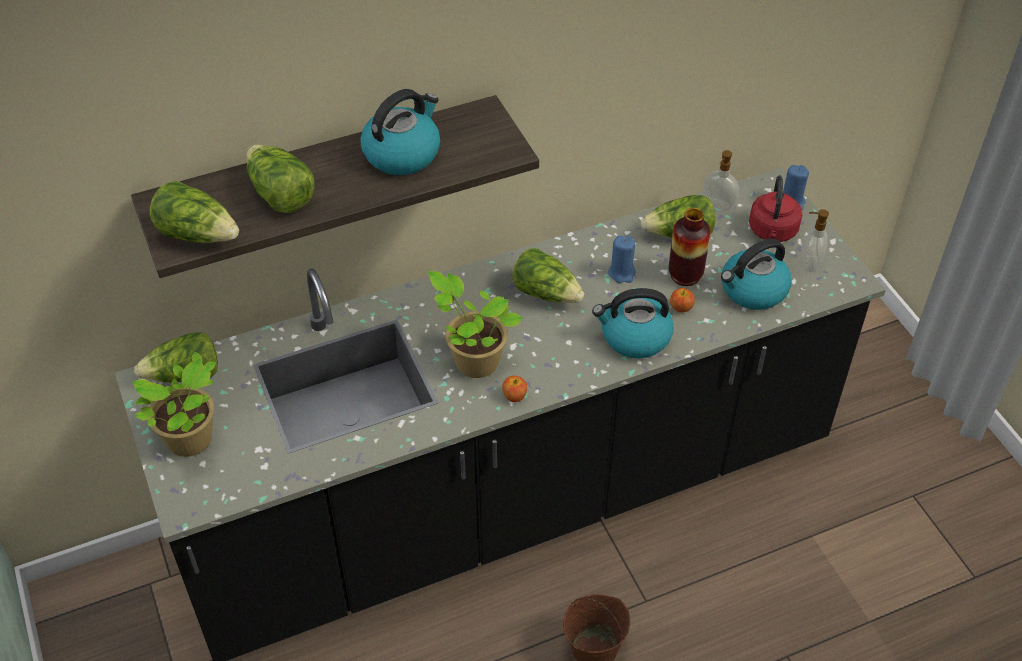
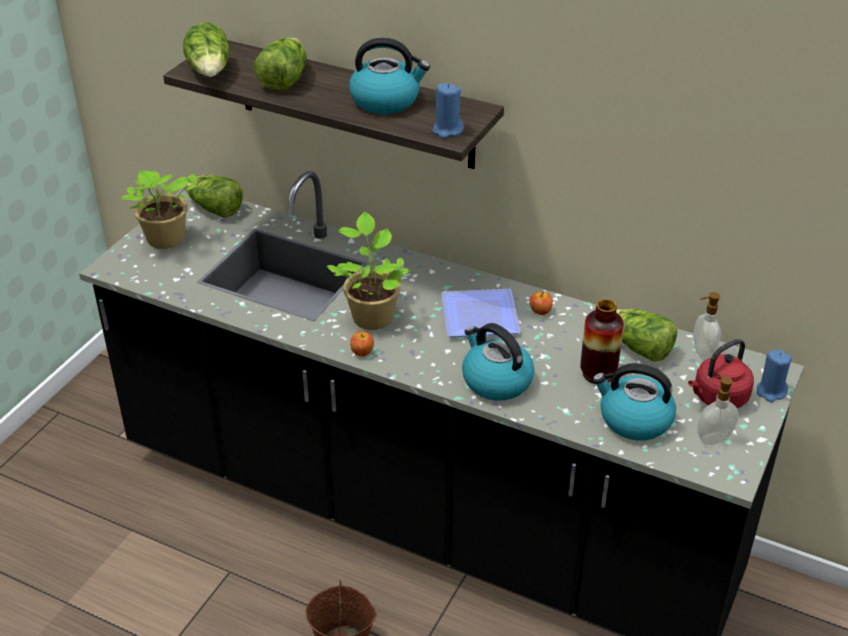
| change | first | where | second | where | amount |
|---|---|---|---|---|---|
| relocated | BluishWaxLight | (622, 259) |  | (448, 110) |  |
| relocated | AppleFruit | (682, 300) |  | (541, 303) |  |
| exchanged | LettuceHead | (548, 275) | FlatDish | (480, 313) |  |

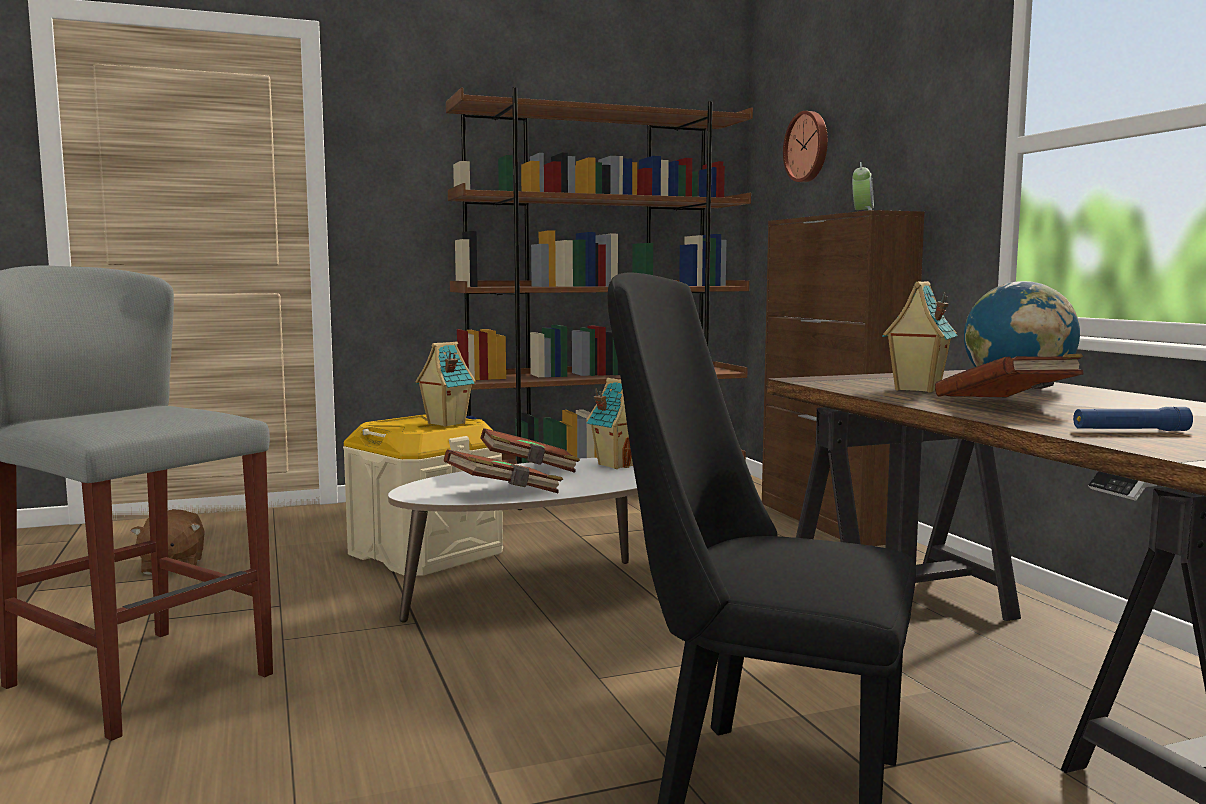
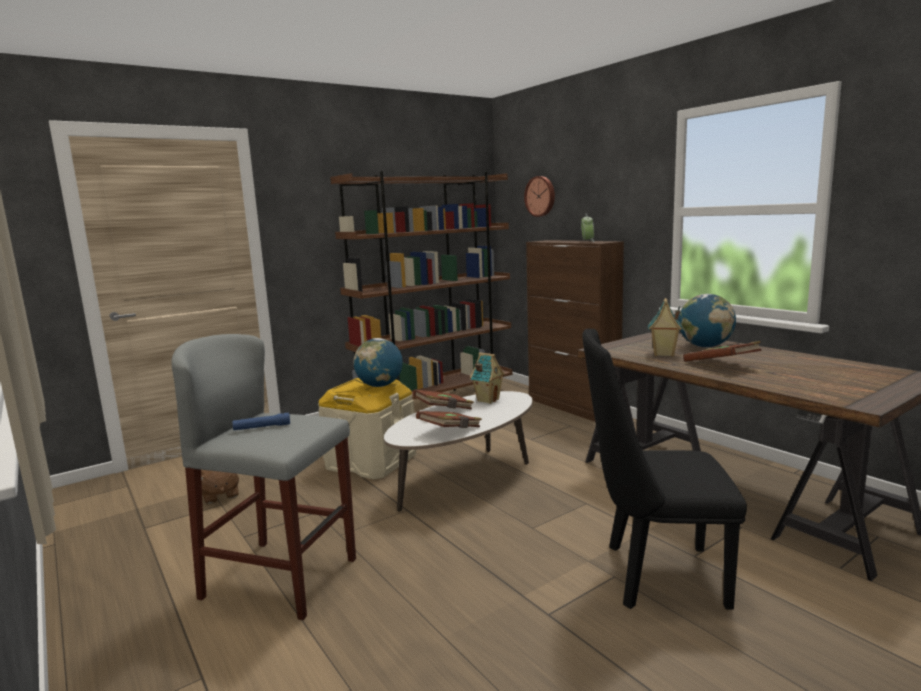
| change | first | where | second | where | amount |
|---|---|---|---|---|---|
| relocated | BluishHandTorch | (1133, 419) |  | (261, 421) |  |
| exchanged | MiniatureHouse | (445, 384) | Globe | (378, 362) |  |

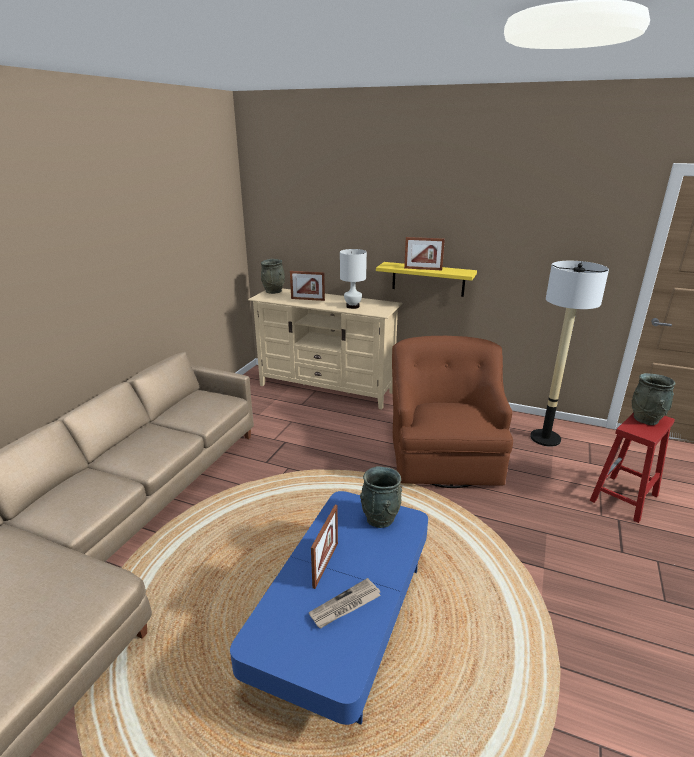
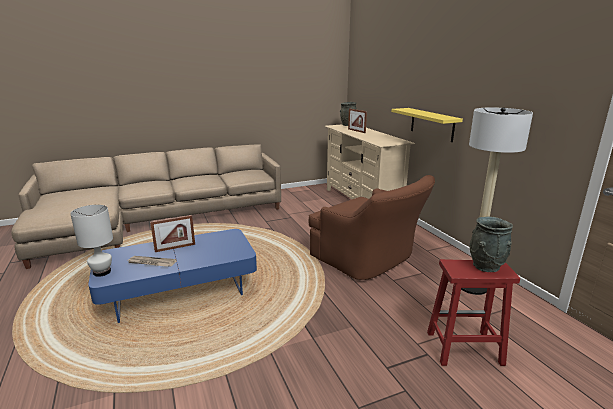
| change | first | where | second | where | amount |
|---|---|---|---|---|---|
| missing | GrayDecorativeVase | (381, 497) |  |  |  |
| missing | PhotoFrame | (424, 254) |  |  |  |
| relocated | WhiteTabletopLamp | (353, 279) |  | (91, 241) |  |
| spun | BrownishLoungeChair | (452, 412) |  | (372, 227) | 90 degrees clockwise |

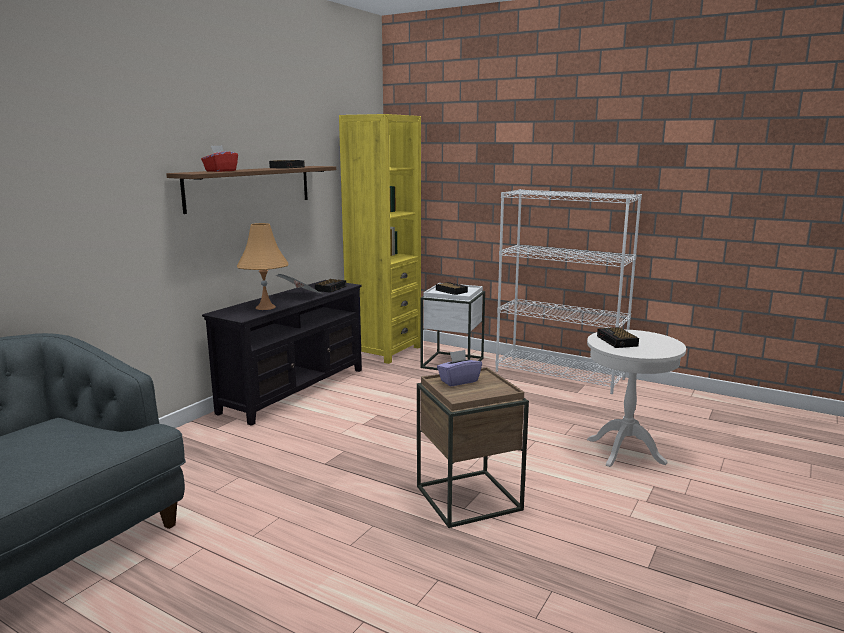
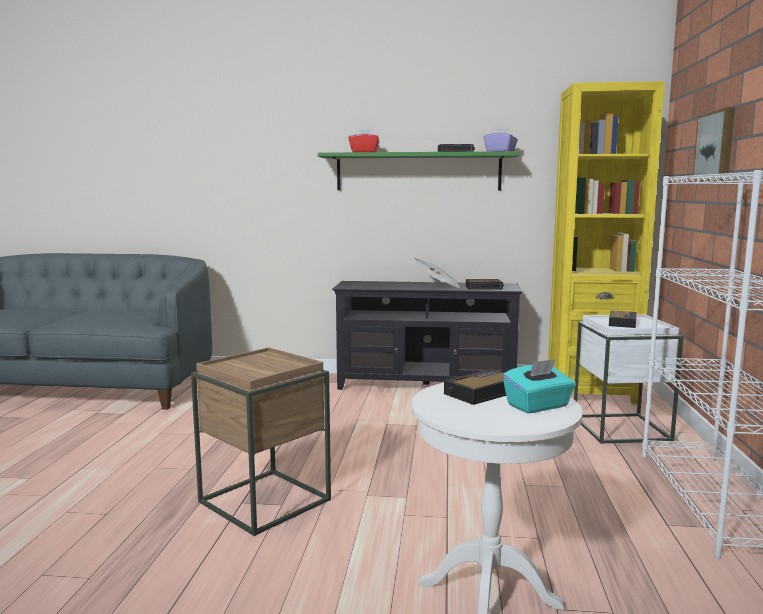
| change | first | where | second | where | amount |
|---|---|---|---|---|---|
| missing | OrangeColouredTabletopLamp | (263, 266) |  |  |  |
| appeared |  |  | BlueGreenBoxOfTissues | (539, 386) |  |
| appeared |  |  | WallPicture | (714, 144) |  |
| relocated | PurpleBoxOfTissues | (459, 368) |  | (501, 139) |  |
| colour | BrownishWallShelf | (251, 190) | GreenWallShelf | (419, 170) |  |

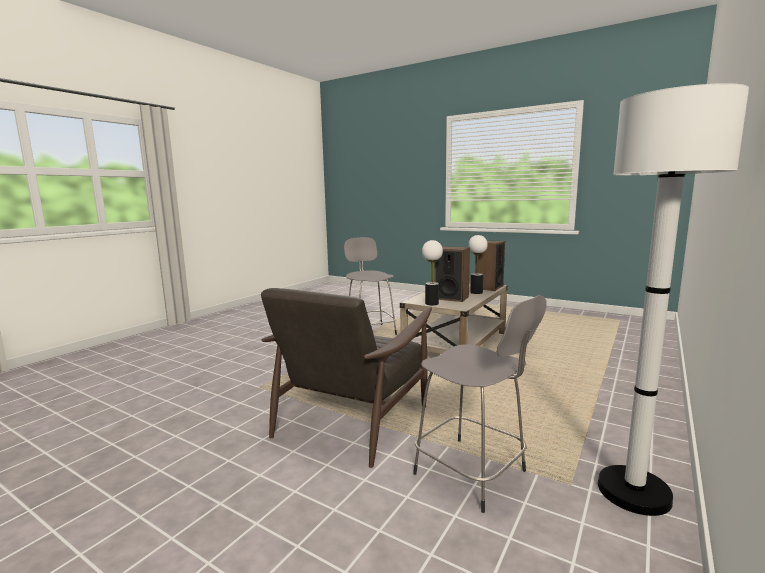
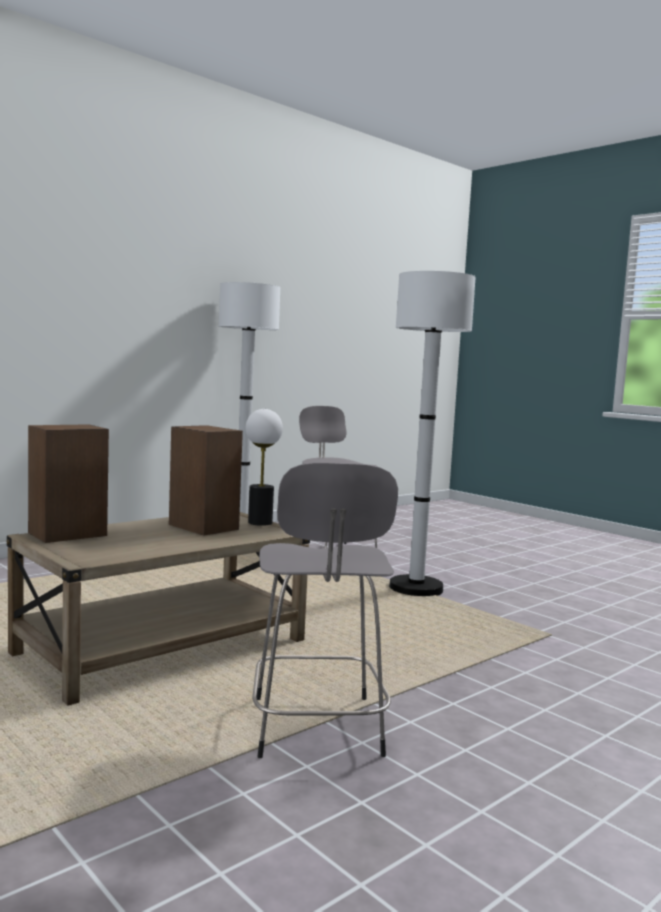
| change | first | where | second | where | amount |
|---|---|---|---|---|---|
| missing | TabletopLamp | (478, 264) |  |  |  |
| exchanged | BrownishLoungeChair | (346, 378) | WhiteStandingLamp | (432, 433) |  |

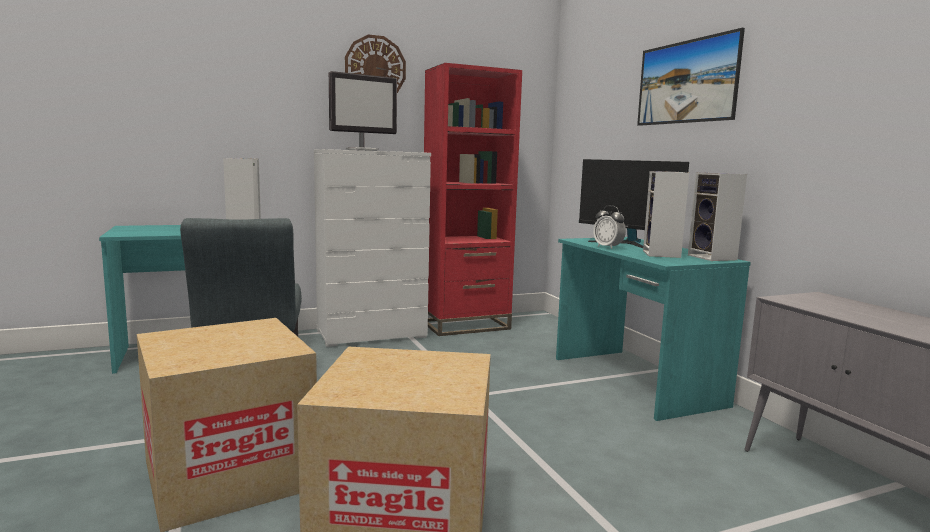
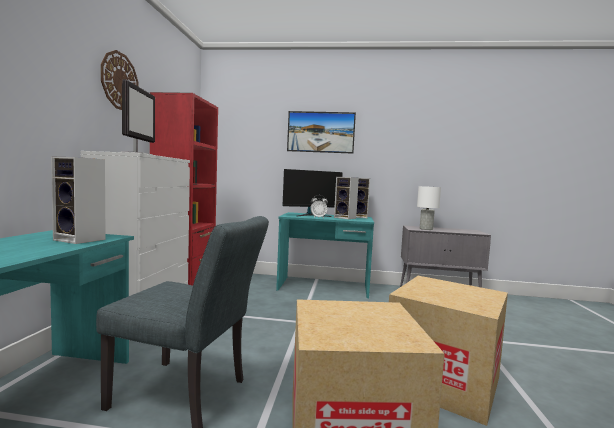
| change | first | where | second | where | amount |
|---|---|---|---|---|---|
| appeared |  |  | WhiteTabletopLamp | (429, 208) |  |

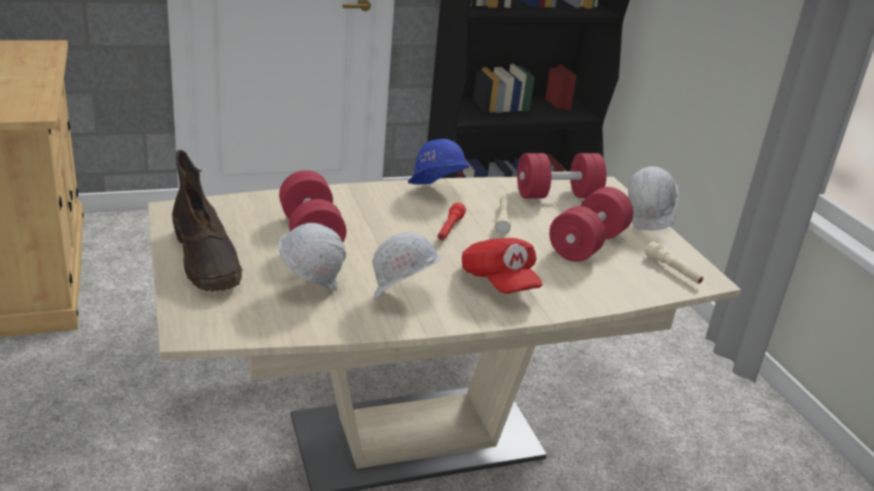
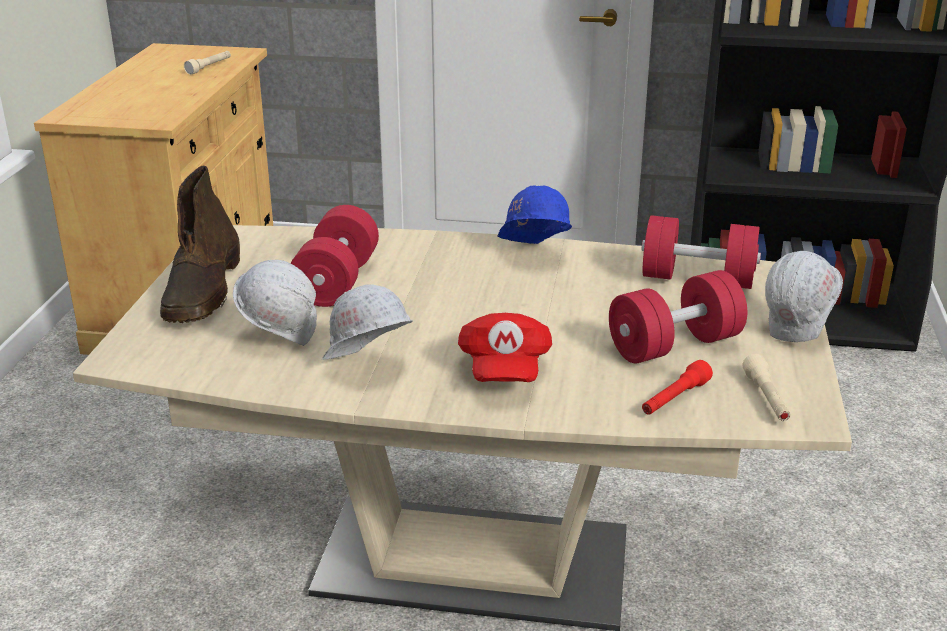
| change | first | where | second | where | amount |
|---|---|---|---|---|---|
| relocated | ReddishHandTorch | (452, 221) |  | (677, 387) |  |
| relocated | SandColouredHandTorch | (503, 215) |  | (207, 63) |  |

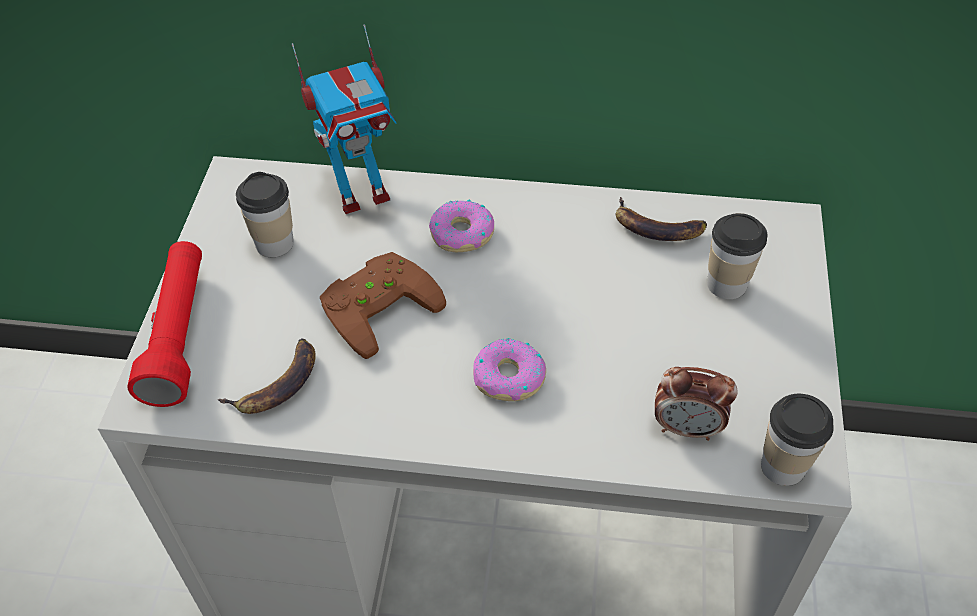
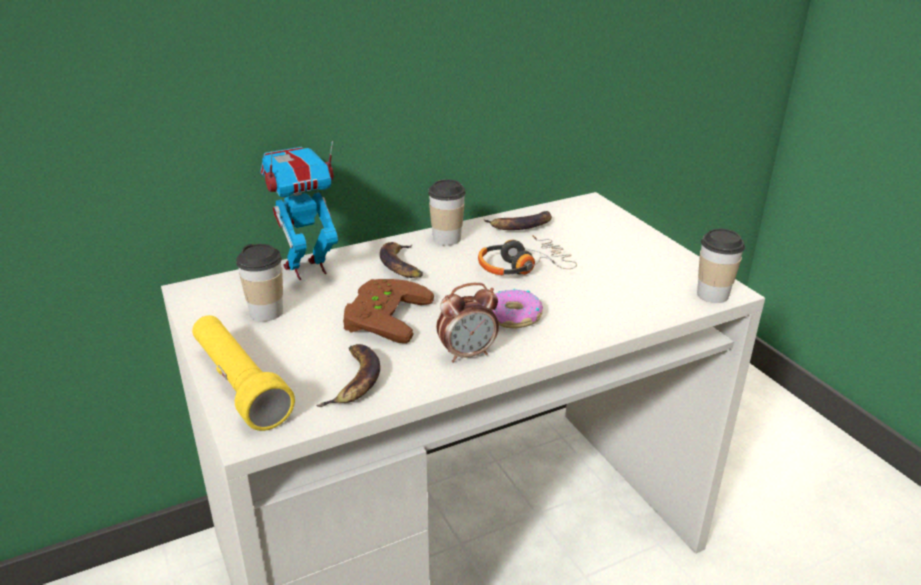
| change | first | where | second | where | amount |
|---|---|---|---|---|---|
| appeared |  |  | PairOfHeadphones | (527, 255) |  |
| relocated | AlarmClock | (696, 404) |  | (467, 323) |  |
| relocated | DrinkingCup | (737, 256) |  | (447, 212) |  |
| exchanged | Doughnut | (461, 226) | Banana | (401, 260) |  |
| colour | ReddishHandTorch | (165, 324) | YellowHandTorch | (243, 373) |  |
| spun | RobotFigure | (344, 119) |  | (299, 210) | 150 degrees counterclockwise |

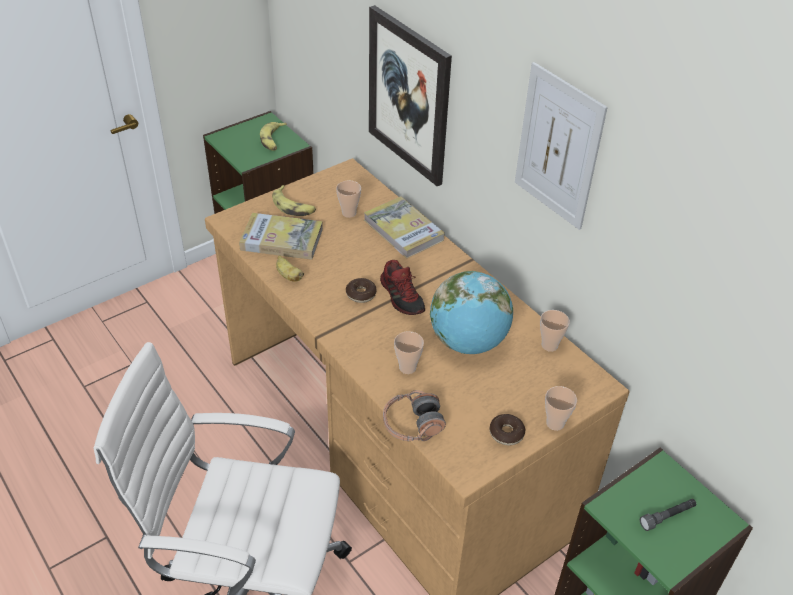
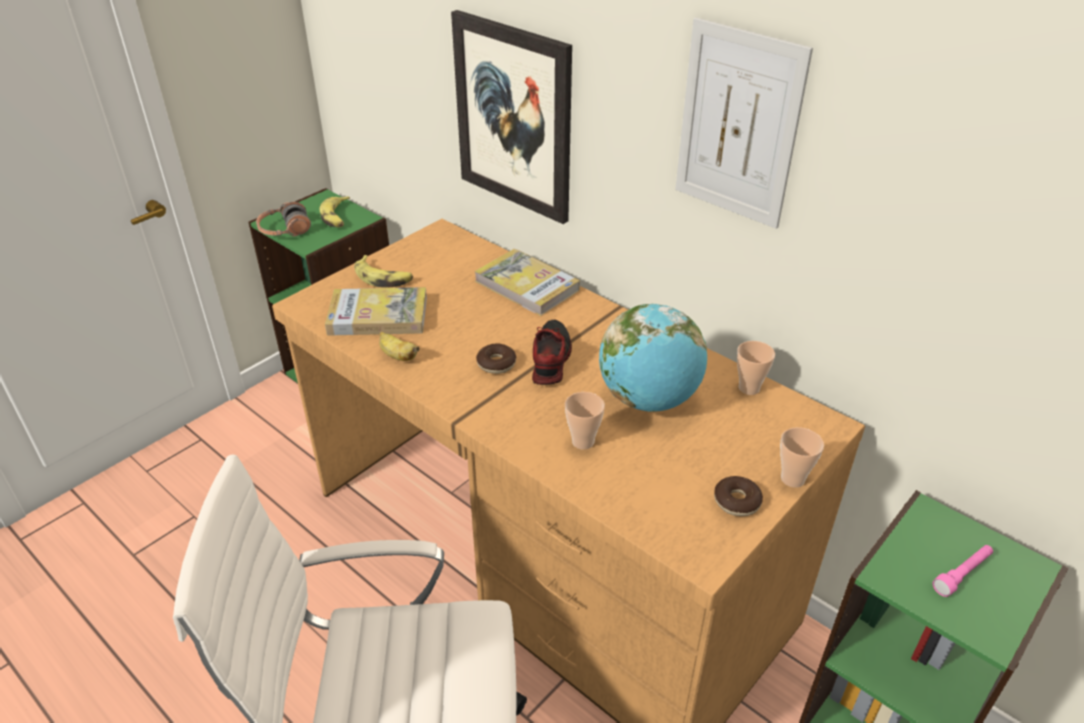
| change | first | where | second | where | amount |
|---|---|---|---|---|---|
| missing | DrinkingCup | (348, 199) |  |  |  |
| relocated | PairOfHeadphones | (414, 415) |  | (283, 219) |  |
| colour | GrayHandTorch | (668, 515) | PinkishHandTorch | (963, 571) |  |
| spun | LowShoe | (402, 287) |  | (552, 352) | 135 degrees counterclockwise |

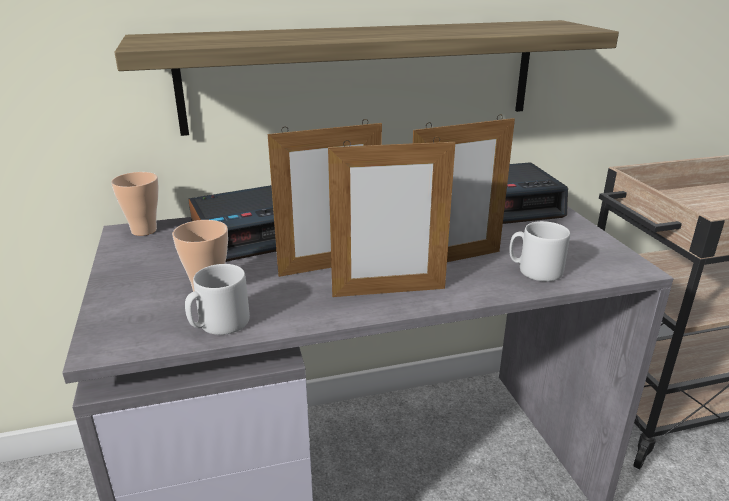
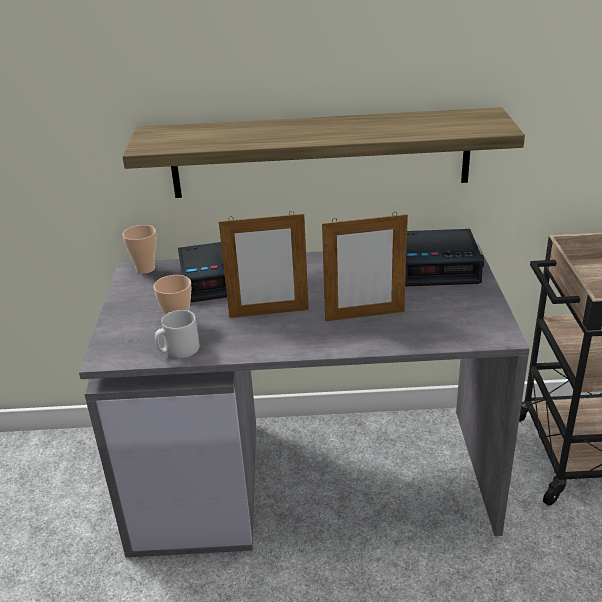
| change | first | where | second | where | amount |
|---|---|---|---|---|---|
| missing | PhotoFrame | (391, 216) |  |  |  |
| missing | GrayTeaMug | (539, 251) |  |  |  |

